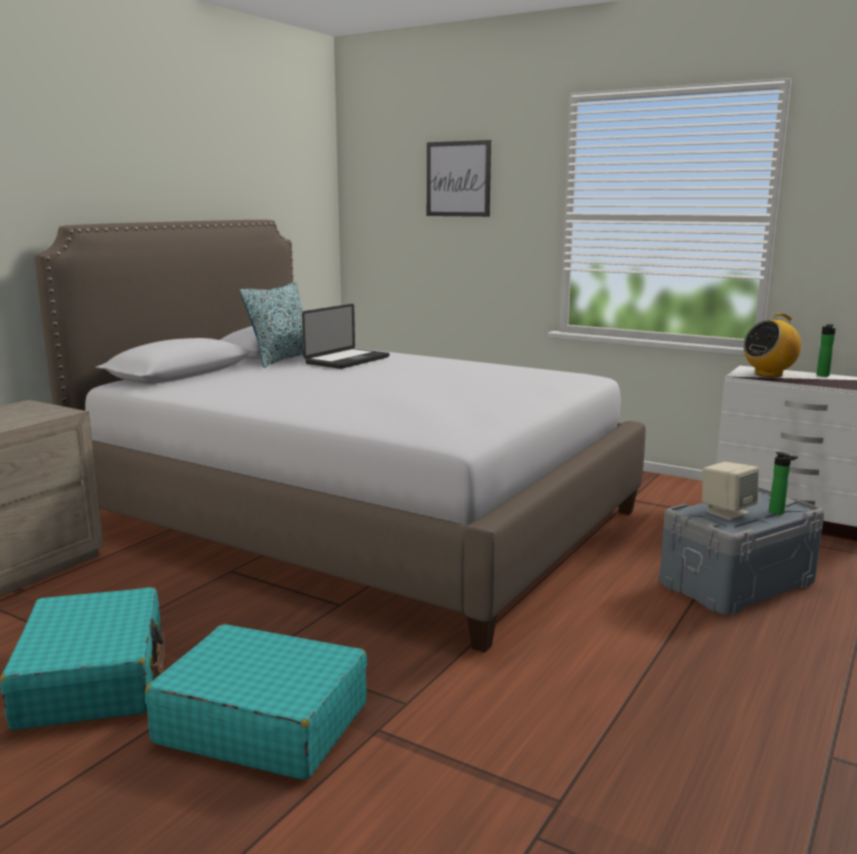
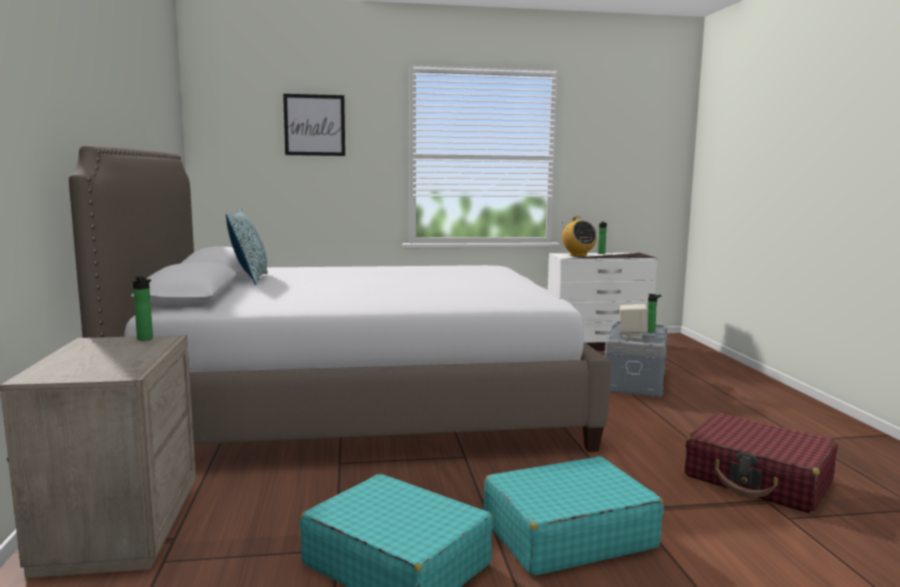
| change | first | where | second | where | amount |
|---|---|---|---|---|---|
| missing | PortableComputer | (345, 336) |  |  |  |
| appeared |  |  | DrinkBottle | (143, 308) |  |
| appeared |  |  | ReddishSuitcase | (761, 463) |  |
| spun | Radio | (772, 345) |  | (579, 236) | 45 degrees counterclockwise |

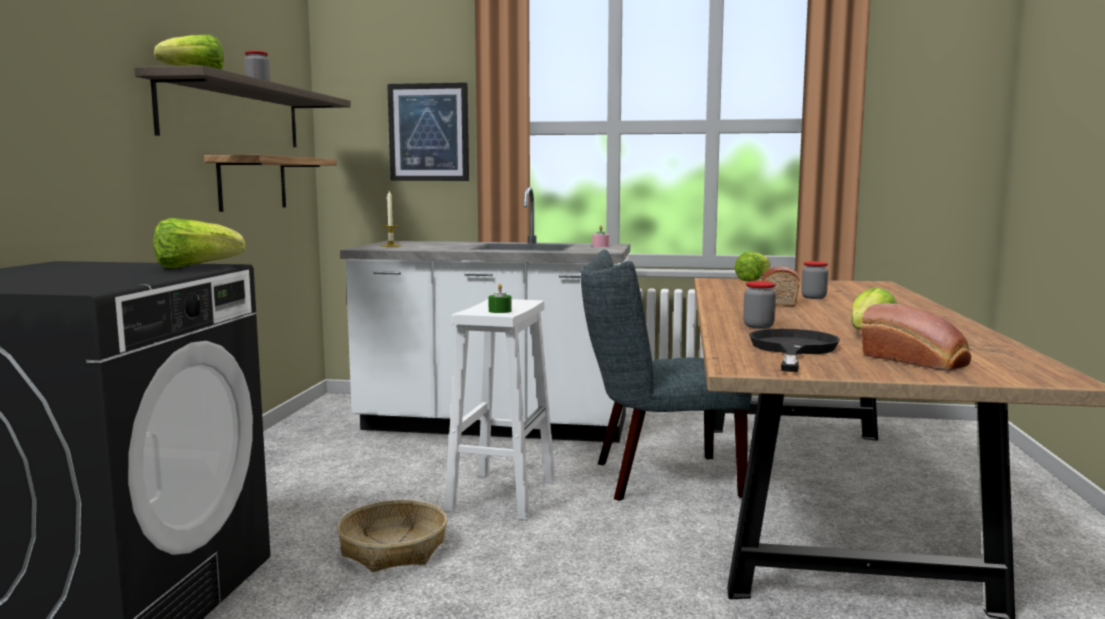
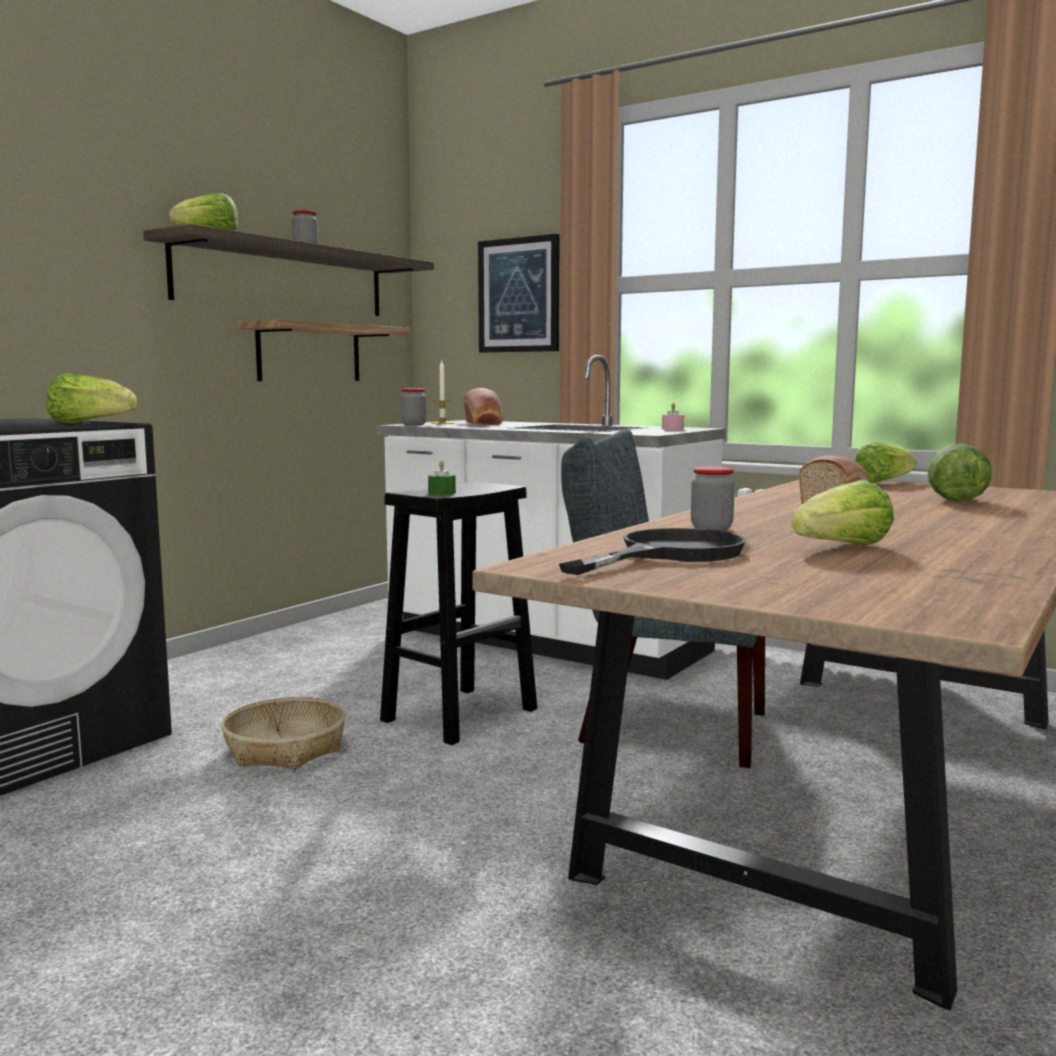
| change | first | where | second | where | amount |
|---|---|---|---|---|---|
| appeared |  |  | LettuceHead | (959, 472) |  |
| relocated | Jar | (814, 280) |  | (413, 406) |  |
| relocated | BakedBread | (916, 337) |  | (483, 406) |  |
| colour | WhiteStoolSeat | (500, 409) | BlackColouredStoolSeat | (458, 613) |  |

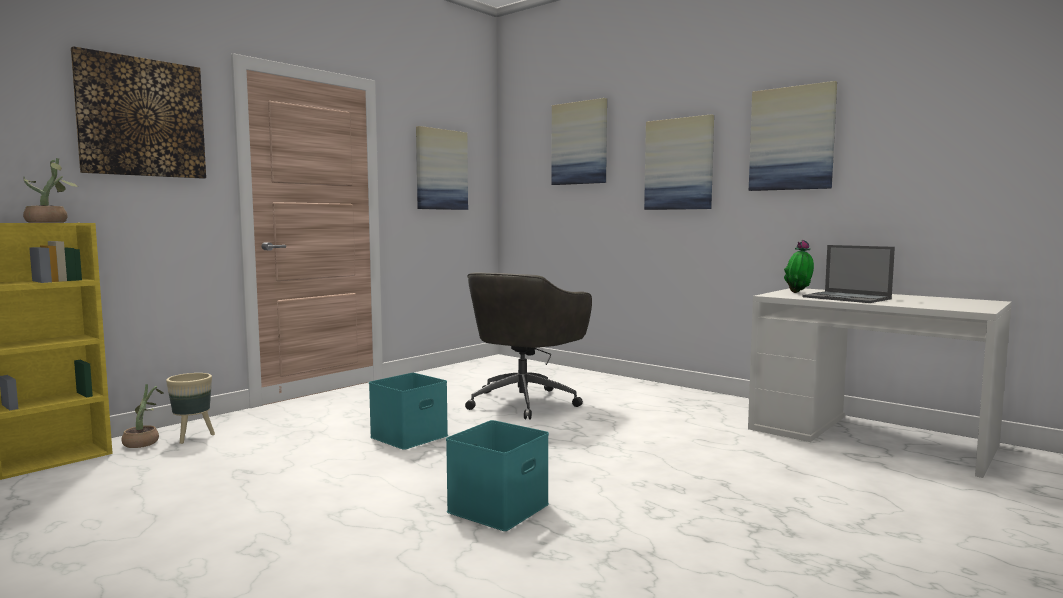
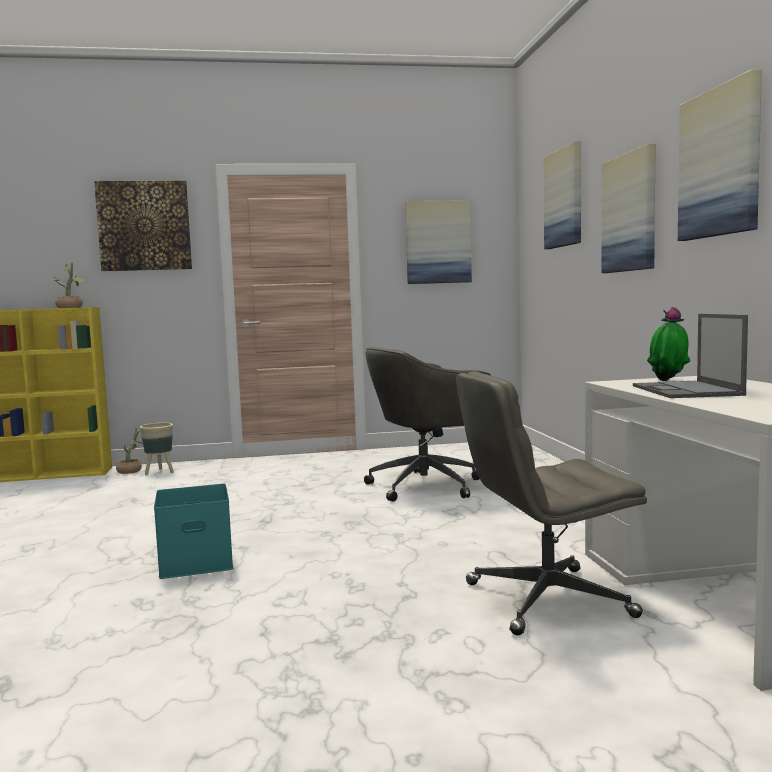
| change | first | where | second | where | amount |
|---|---|---|---|---|---|
| missing | BlueGreenStorageBox | (408, 411) |  |  |  |
| appeared |  |  | GrayOfficeChair | (551, 503) |  |

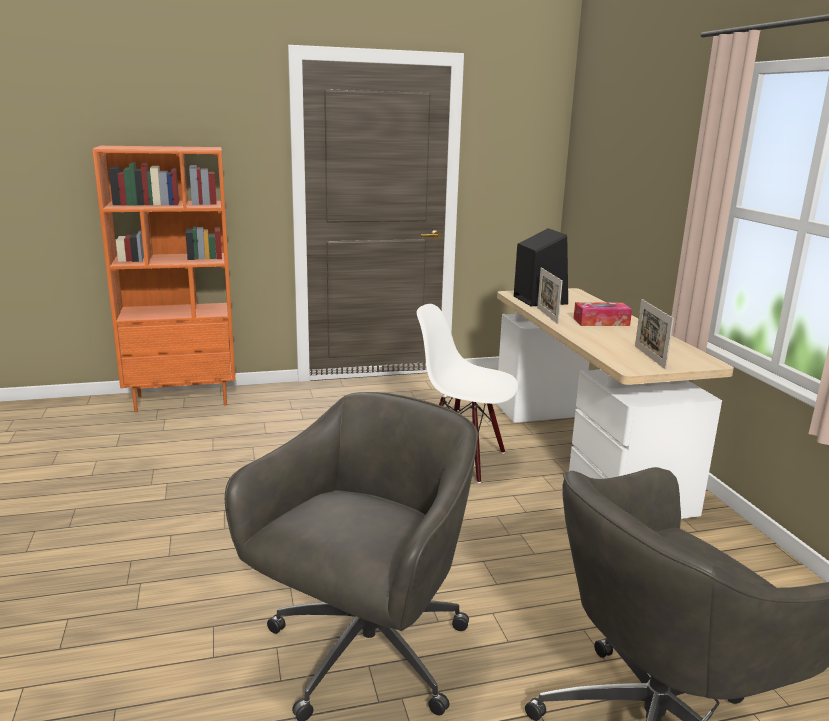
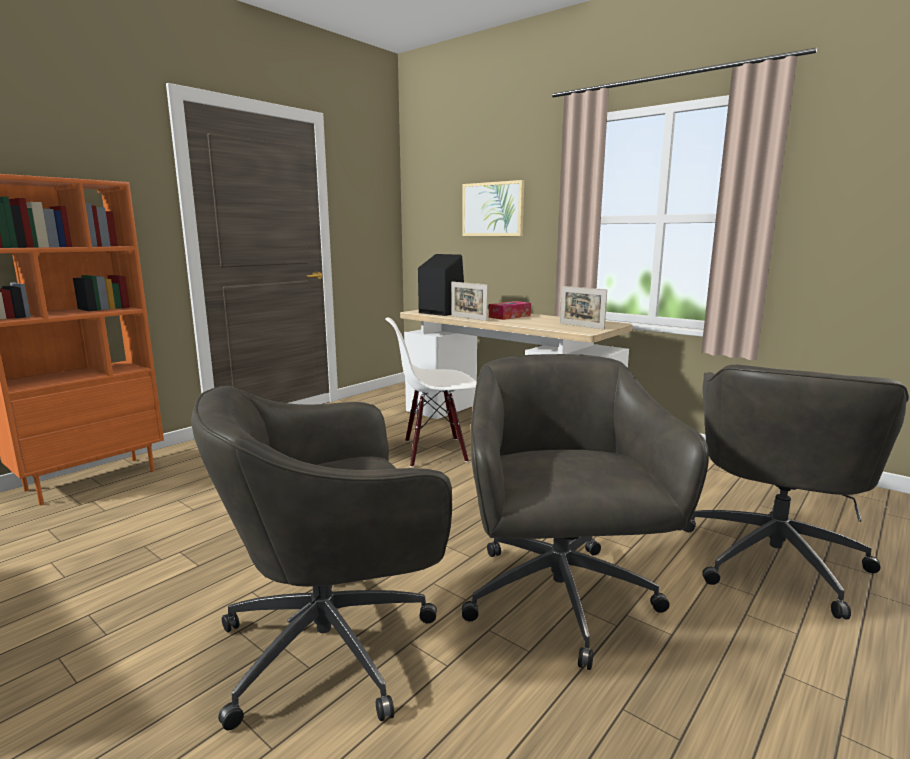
| change | first | where | second | where | amount |
|---|---|---|---|---|---|
| appeared |  |  | GrayOfficeChair | (321, 558) |  |
| appeared |  |  | WallPicture | (493, 208) |  |

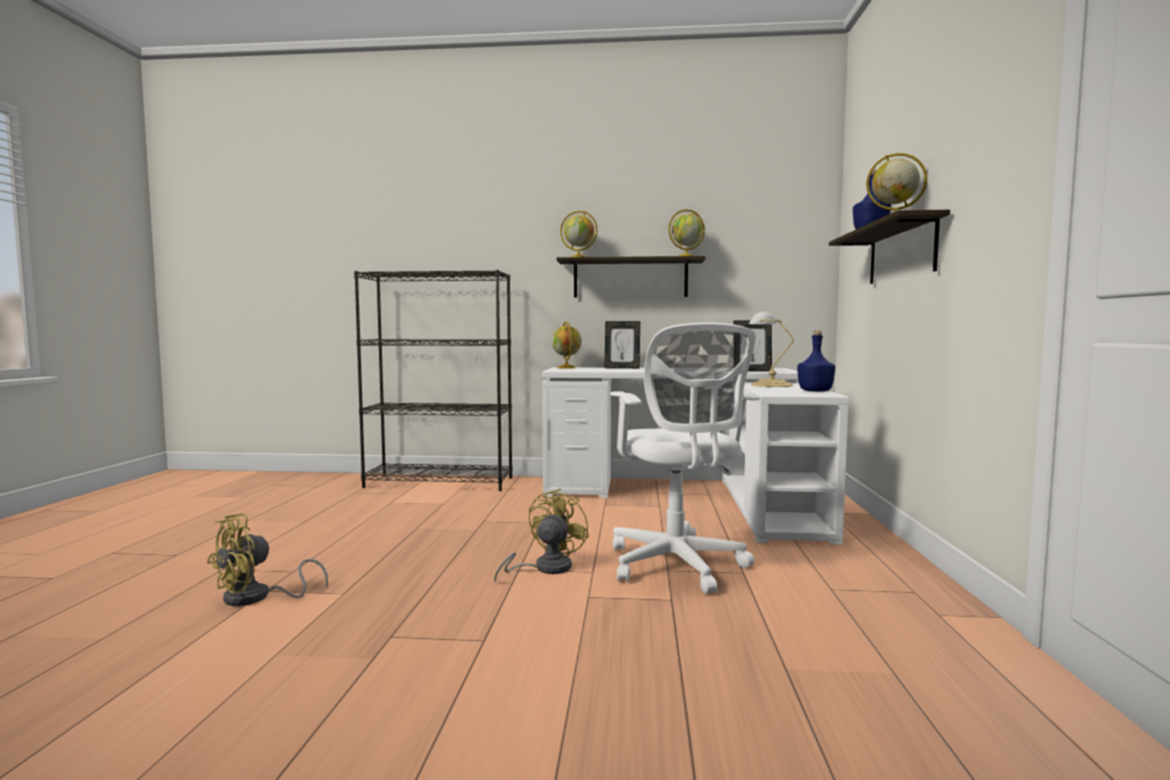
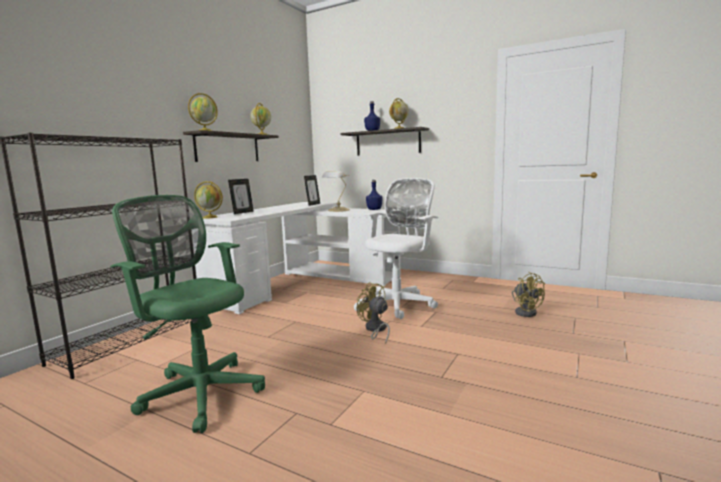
| change | first | where | second | where | amount |
|---|---|---|---|---|---|
| appeared |  |  | GreenOfficeChair | (187, 314) |  |
| relocated | YellowElectricFan | (267, 560) |  | (528, 294) |  |
| spun | WhiteOfficeChair | (685, 458) |  | (396, 248) | 60 degrees counterclockwise |

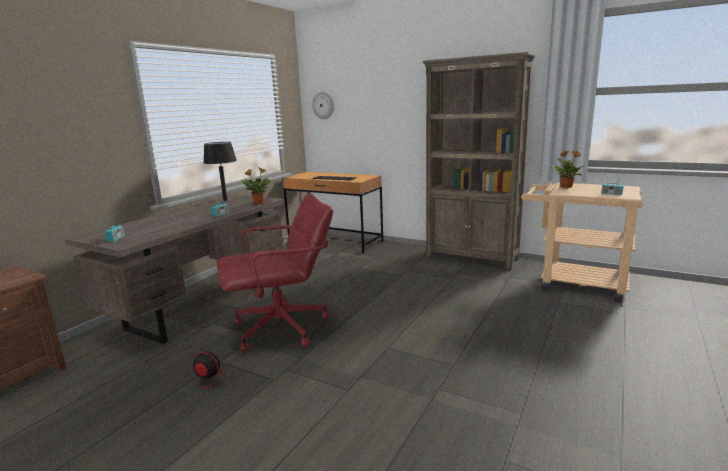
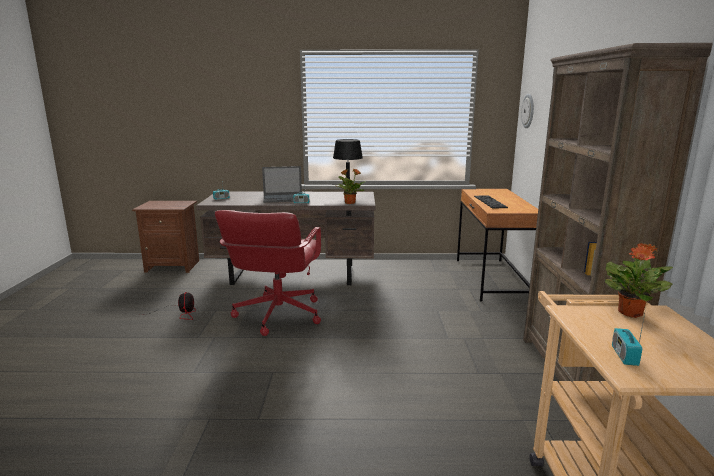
| change | first | where | second | where | amount |
|---|---|---|---|---|---|
| appeared |  |  | PortableComputer | (282, 184) |  |
| spun | ReddishOfficeChair | (274, 272) |  | (268, 273) | 60 degrees clockwise |

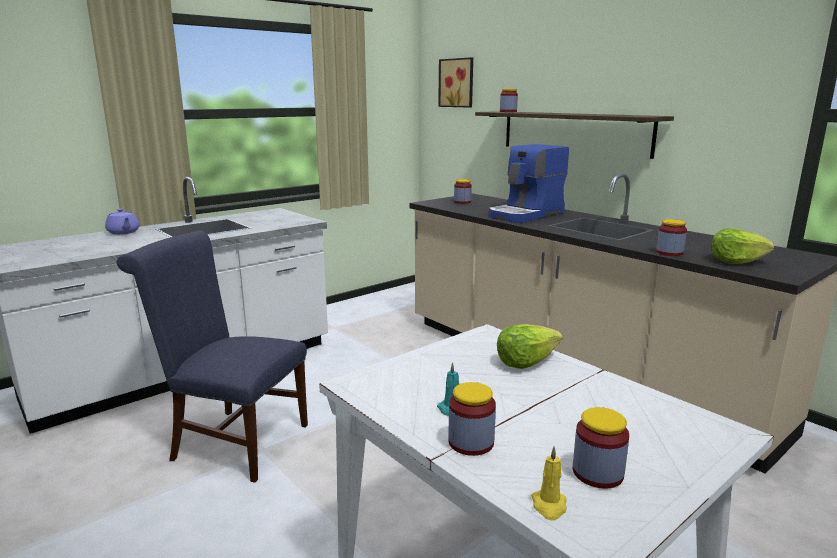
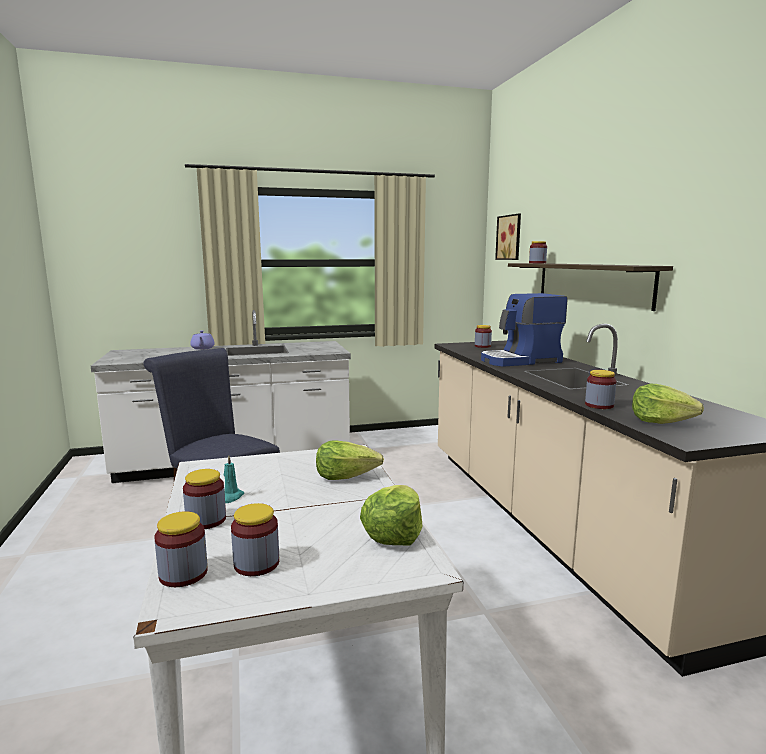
| change | first | where | second | where | amount |
|---|---|---|---|---|---|
| appeared |  |  | LettuceHead | (391, 515) |  |
| exchanged | YellowWaxLight | (549, 483) | Jar | (181, 549) |  |

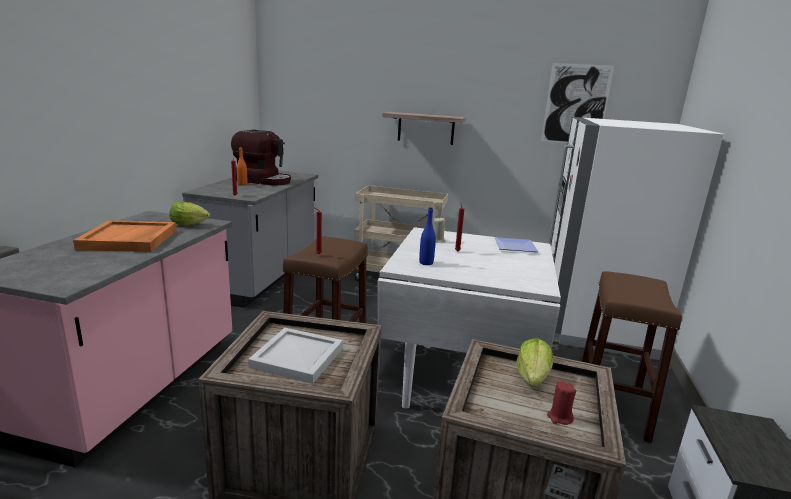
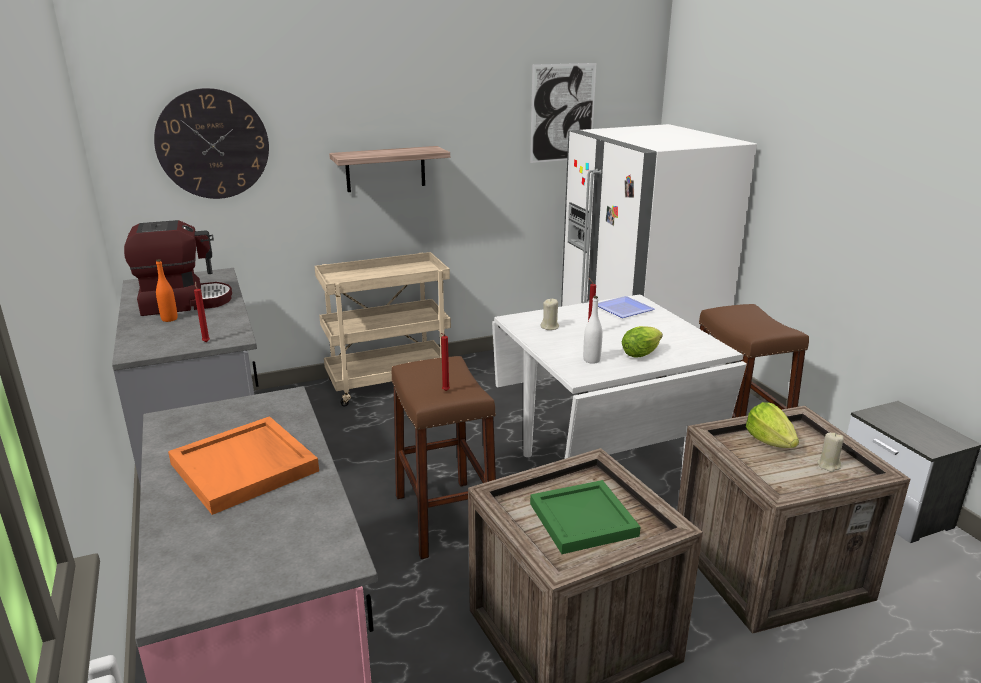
| change | first | where | second | where | amount |
|---|---|---|---|---|---|
| appeared |  |  | WallClock | (211, 143) |  |
| relocated | LettuceHead | (189, 214) |  | (642, 342) |  |
| colour | WhiteServingTray | (295, 356) | GreenServingTray | (585, 517) |  |
| colour | BluishDrinkBottle | (427, 236) | WhiteDrinkBottle | (593, 330) |  |
| colour | ReddishWaxLight | (561, 403) | SandColouredWaxLight | (830, 452) |  |

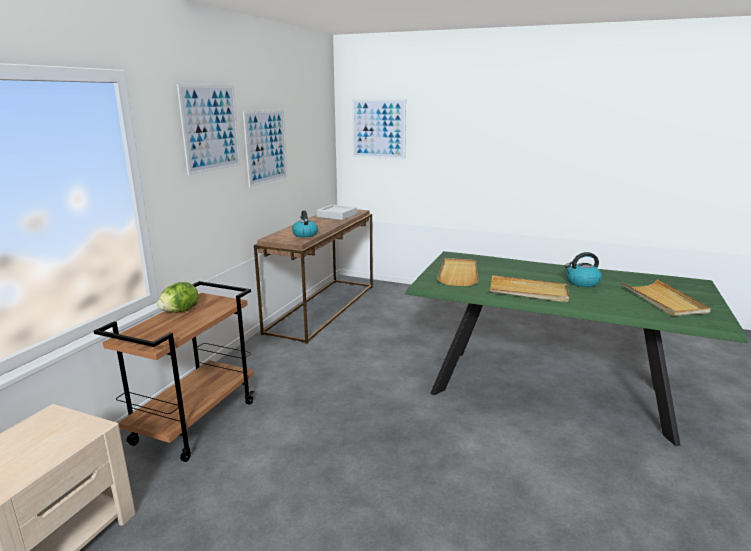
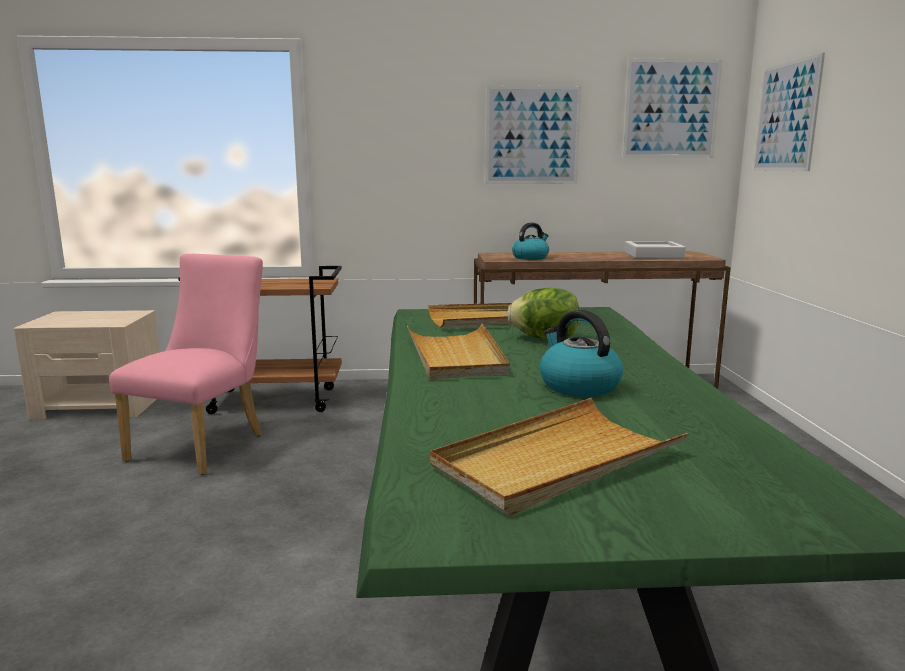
| change | first | where | second | where | amount |
|---|---|---|---|---|---|
| appeared |  |  | PinkishChair | (186, 364) |  |
| relocated | LettuceHead | (178, 297) |  | (543, 314) |  |
| relocated | WallPicture | (208, 129) |  | (672, 108) |  |

